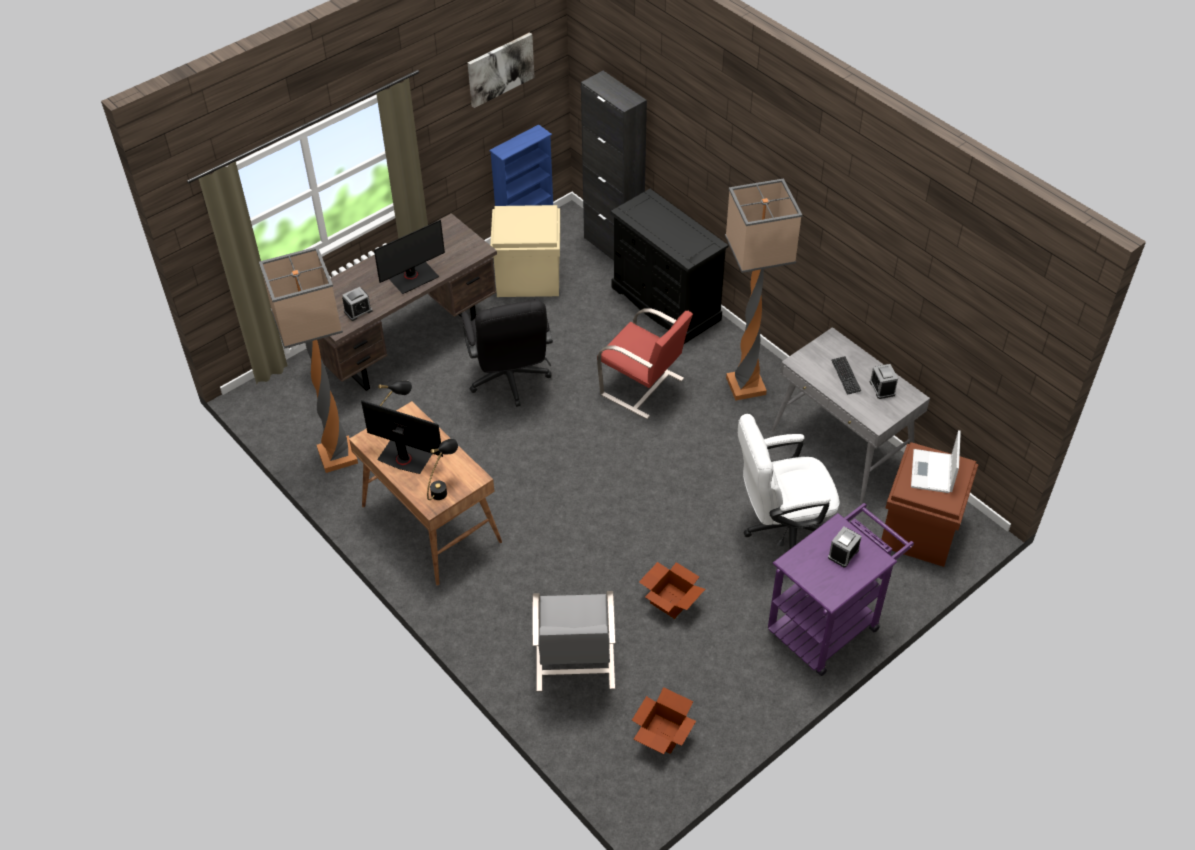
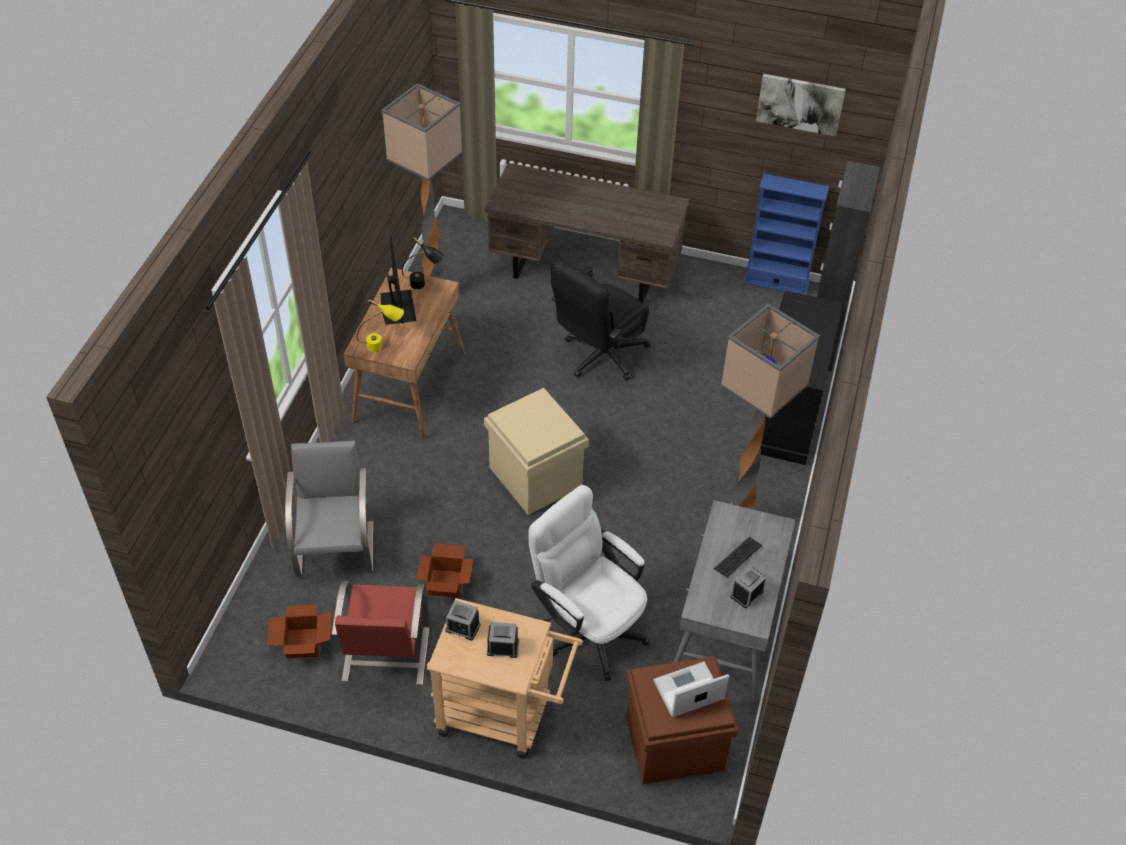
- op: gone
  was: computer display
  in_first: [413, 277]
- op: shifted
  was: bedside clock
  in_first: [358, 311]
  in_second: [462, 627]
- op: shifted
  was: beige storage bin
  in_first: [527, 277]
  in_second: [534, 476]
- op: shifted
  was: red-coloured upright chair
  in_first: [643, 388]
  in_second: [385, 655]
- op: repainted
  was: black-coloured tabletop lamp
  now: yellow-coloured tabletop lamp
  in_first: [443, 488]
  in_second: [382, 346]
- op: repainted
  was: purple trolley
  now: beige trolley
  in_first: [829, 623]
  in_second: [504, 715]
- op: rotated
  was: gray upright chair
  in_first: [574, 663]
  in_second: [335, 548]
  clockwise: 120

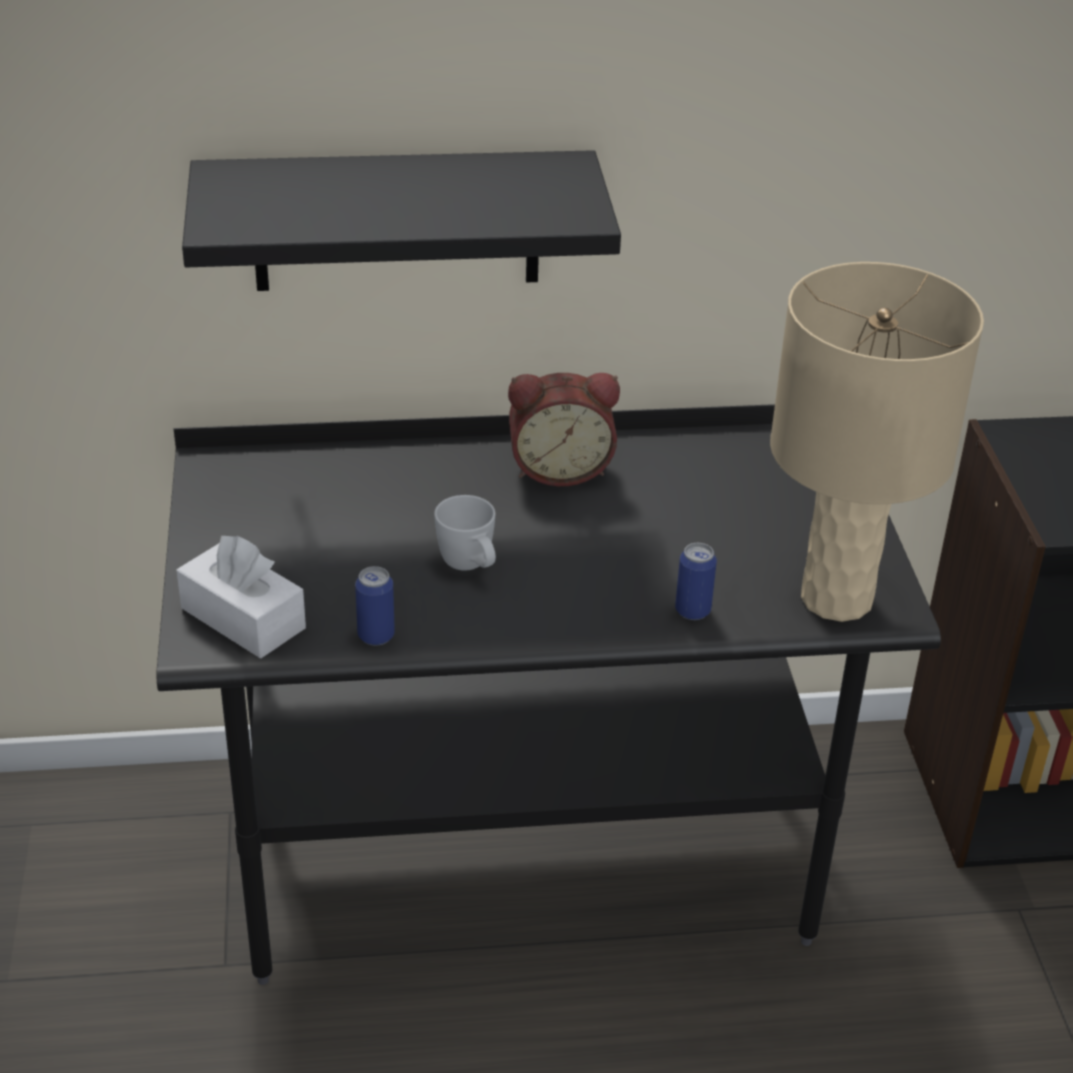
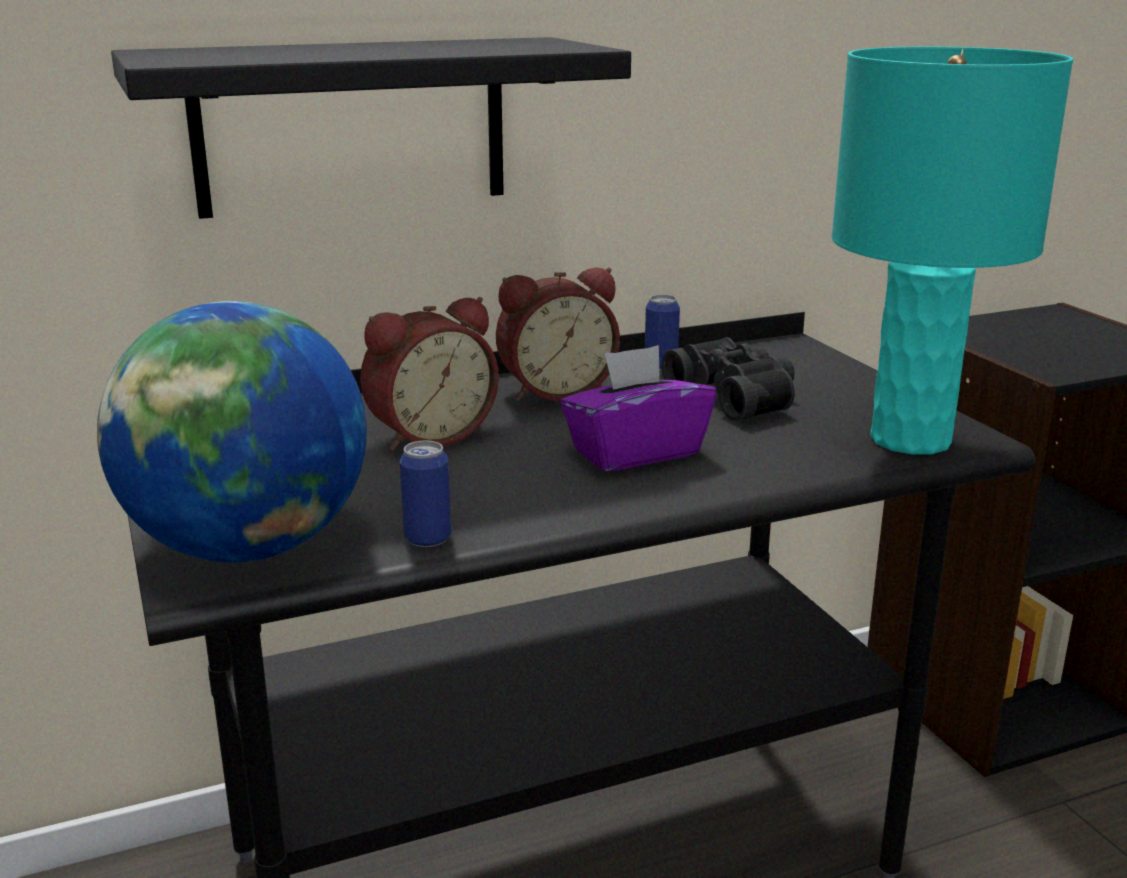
- op: gone
  was: white mug
  in_first: [470, 567]
- op: new
  now: bedside clock
  in_second: [429, 434]
- op: new
  now: purple box of tissues
  in_second: [635, 452]
- op: new
  now: black-coloured binoculars
  in_second: [736, 396]
- op: shifted
  was: sealed can
  in_first: [692, 610]
  in_second: [660, 365]
- op: swapped
  was: white box of tissues
  now: globe
  in_first: [243, 618]
  in_second: [248, 548]
- op: repainted
  was: beige tabletop lamp
  now: blue-green tabletop lamp
  in_first: [836, 599]
  in_second: [910, 440]

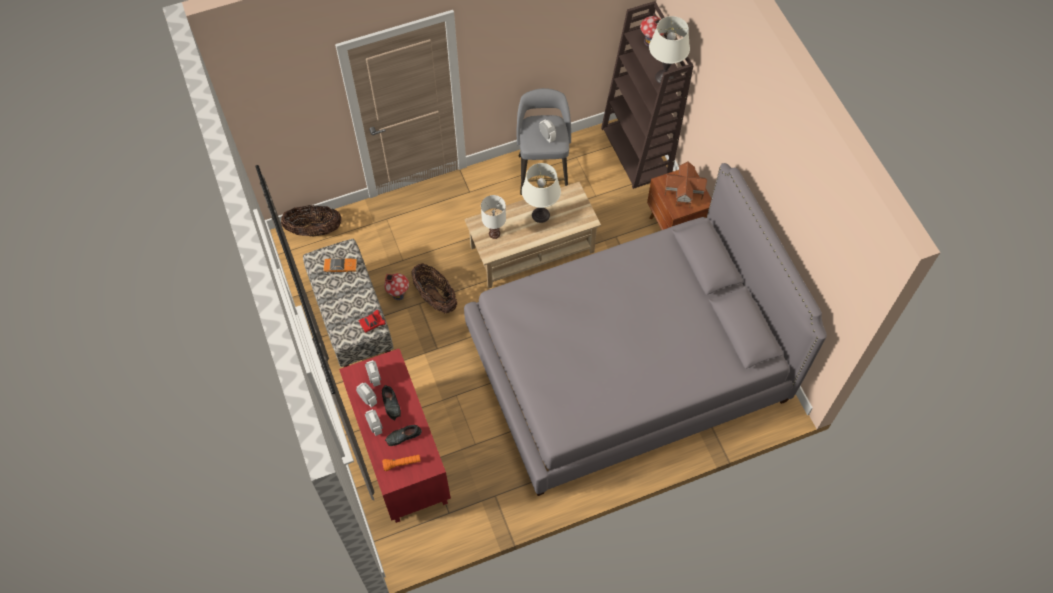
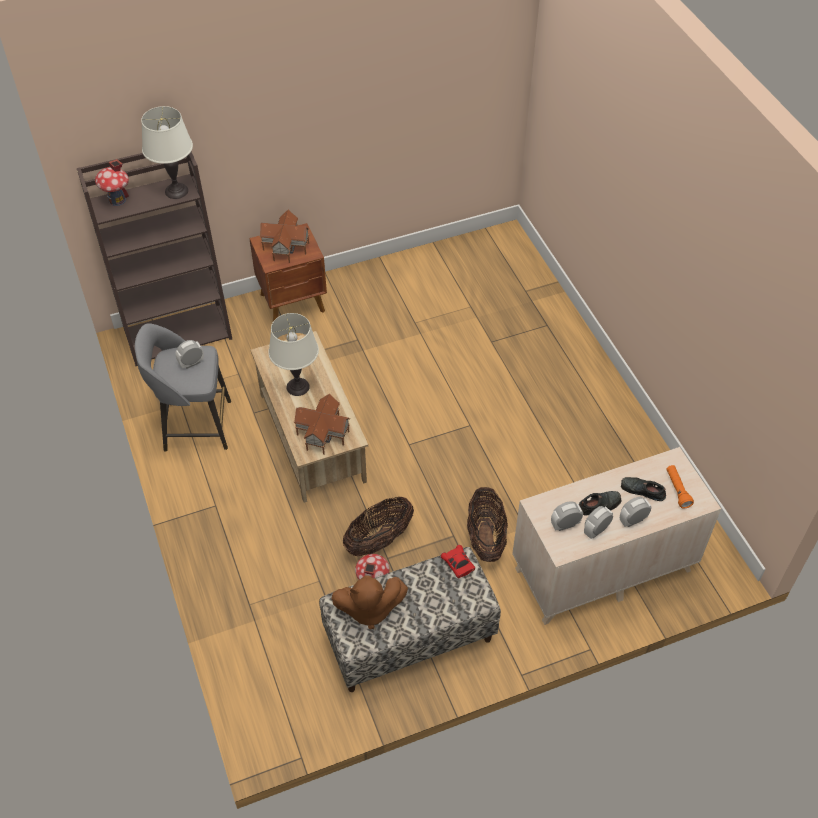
- op: gone
  was: gray bed
  in_first: [627, 365]
- op: shifted
  was: household basket
  in_first: [314, 230]
  in_second: [485, 538]
- op: swapped
  was: miniature car
  now: brownish cuddly toy
  in_first: [341, 267]
  in_second: [369, 609]
- op: swapped
  was: white tabletop lamp
  now: toy house
  in_first: [494, 234]
  in_second: [323, 434]
- op: repainted
  was: red-coloured drawer chest
  now: beige drawer chest
  in_first: [400, 454]
  in_second: [602, 570]
- op: rotated
  was: black-coloured item of footwear
  in_first: [403, 436]
  in_second: [642, 490]
  clockwise: 135

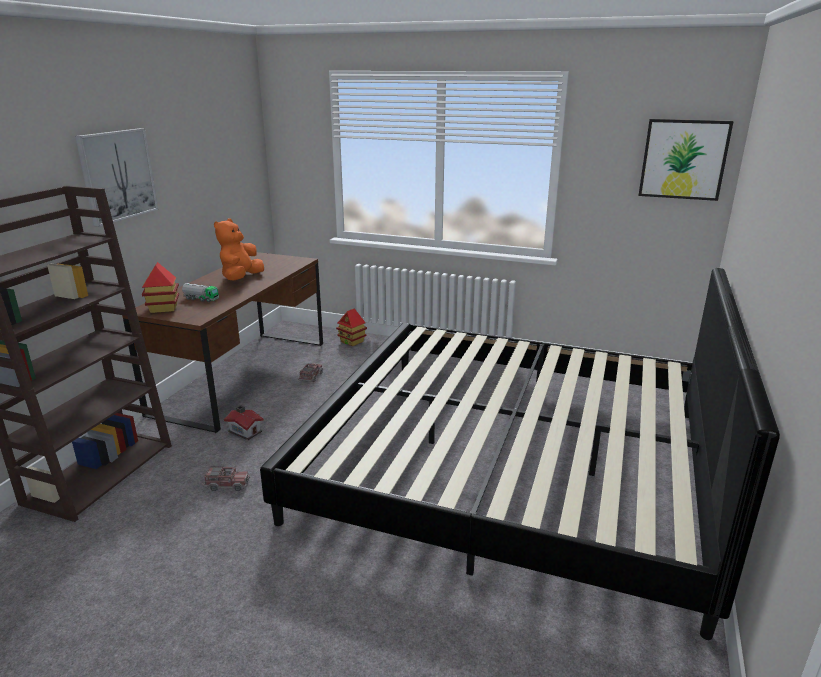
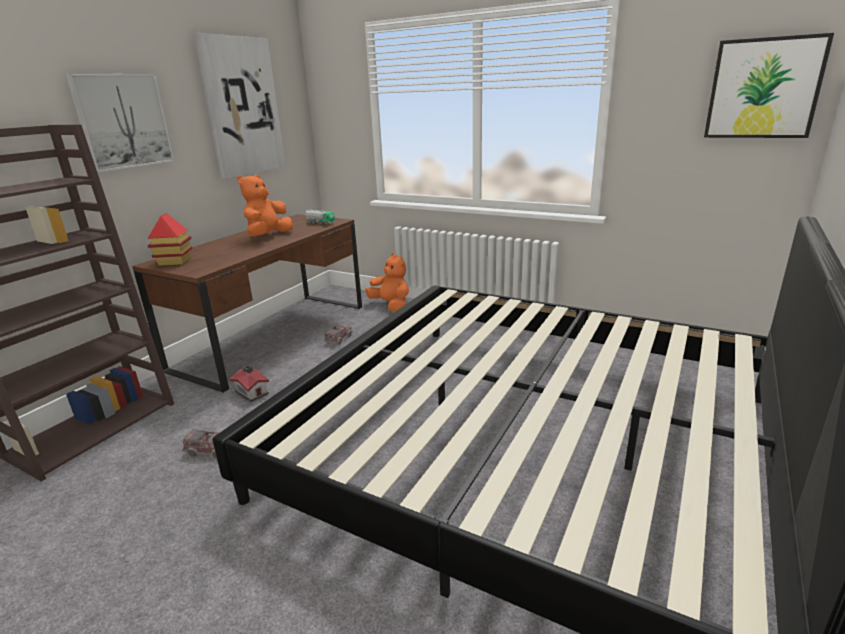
- op: new
  now: wall art
  in_second: [242, 107]
- op: shifted
  was: toy lorry
  in_first: [201, 299]
  in_second: [320, 223]
- op: swapped
  was: toy house
  now: orange-coloured cuddly toy
  in_first: [352, 341]
  in_second: [391, 306]

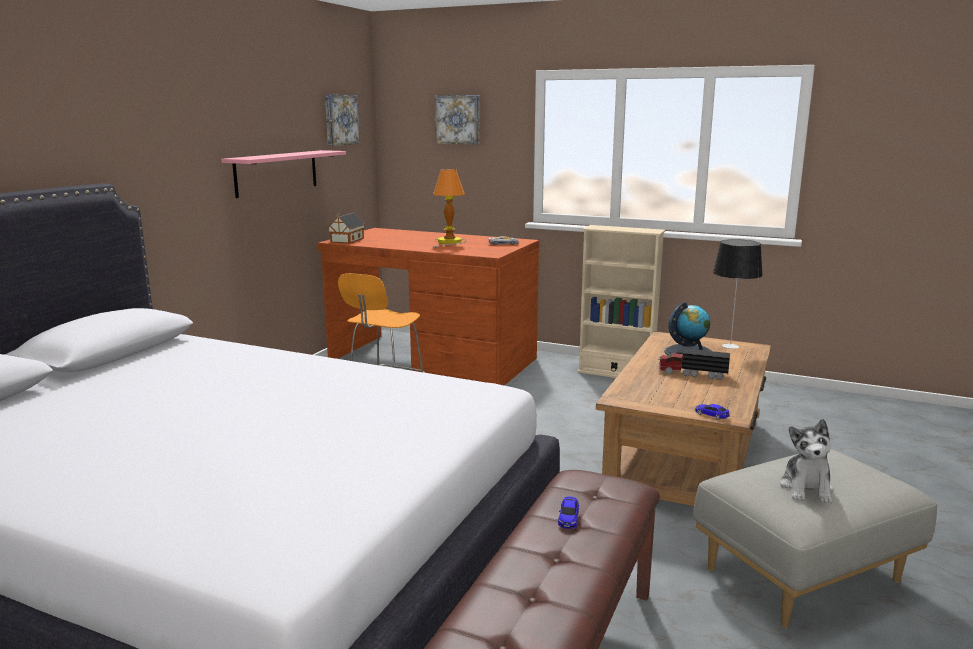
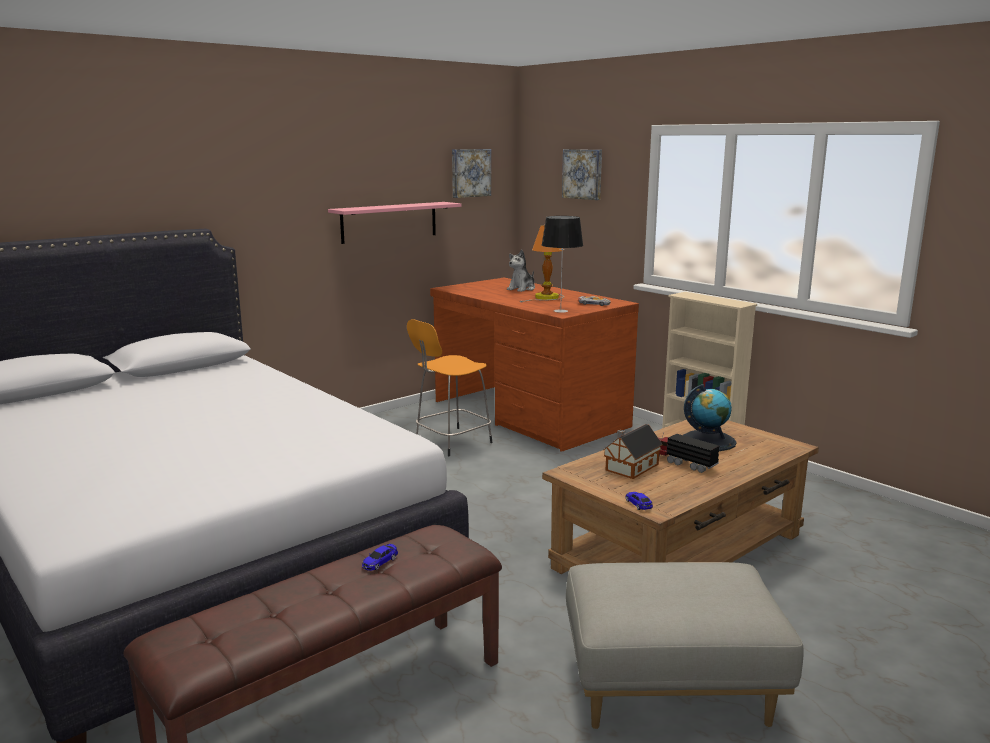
- op: shifted
  was: toy house
  in_first: [346, 240]
  in_second: [630, 468]
- op: shifted
  was: tabletop lamp
  in_first: [731, 346]
  in_second: [560, 311]
- op: shifted
  was: cuddly toy
  in_first: [806, 488]
  in_second: [522, 289]

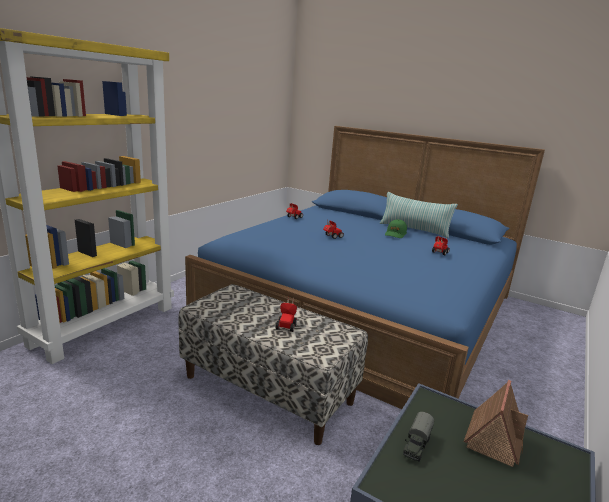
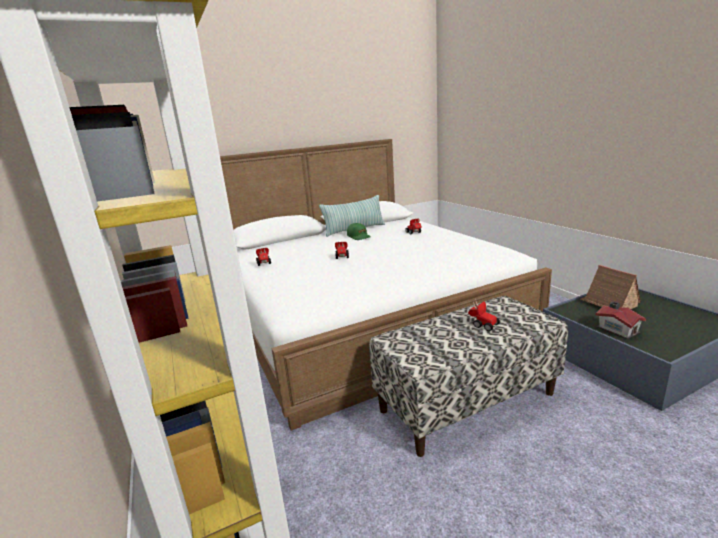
- op: swapped
  was: toy lorry
  now: toy house
  in_first: [416, 445]
  in_second: [617, 330]
- op: repainted
  was: blue bed
  now: white bed
  in_first: [364, 306]
  in_second: [360, 313]

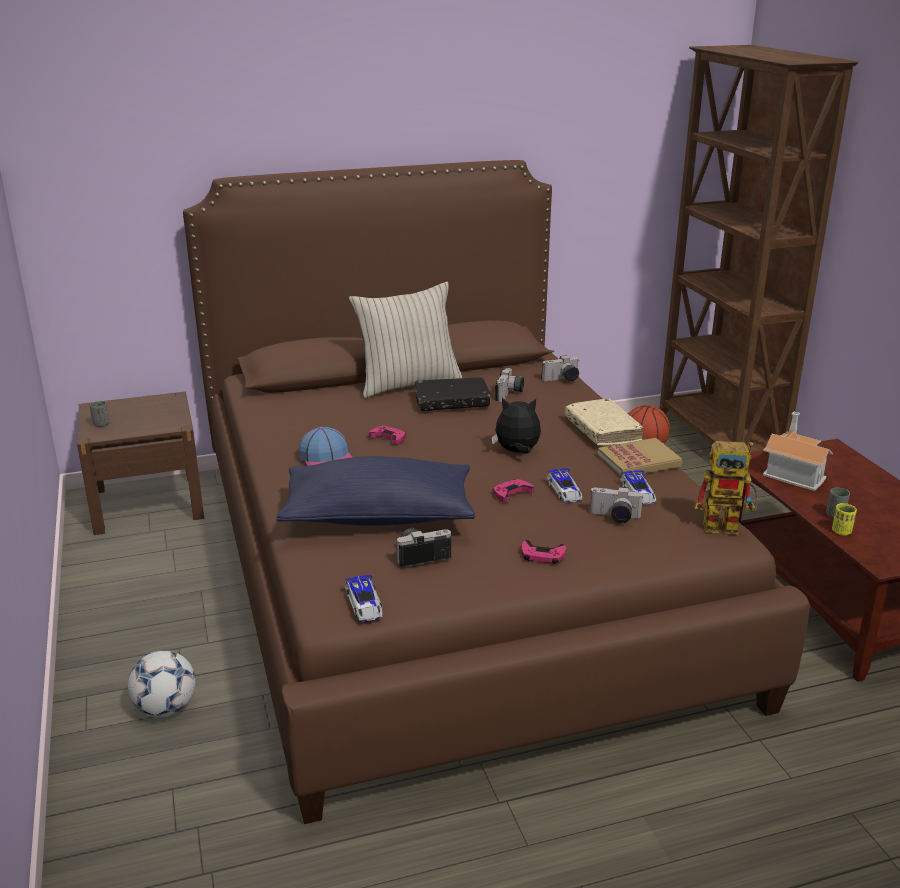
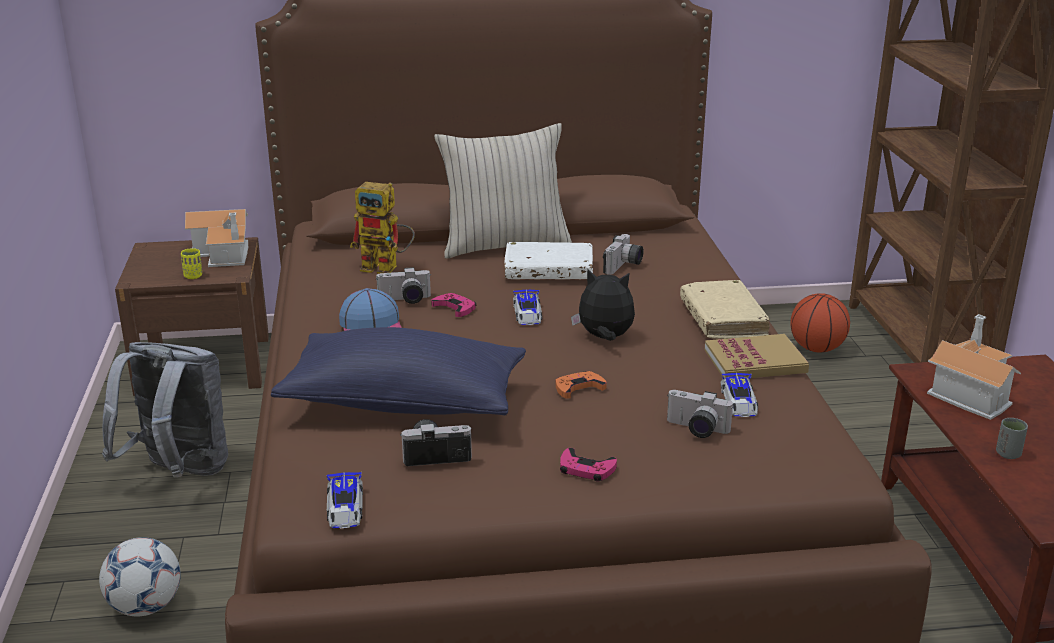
- op: gone
  was: gray cup
  in_first: [101, 424]
- op: new
  now: gray backpack
  in_second: [178, 473]
- op: new
  now: toy house
  in_second: [224, 253]
- op: shifted
  was: still camera
  in_first: [562, 379]
  in_second: [405, 300]
- op: shifted
  was: miniature car
  in_first: [565, 491]
  in_second: [527, 314]
- op: shifted
  was: toy robot
  in_first: [728, 526]
  in_second: [387, 268]
- op: shifted
  was: yellow-coloured cup
  in_first: [841, 531]
  in_second: [193, 276]
- op: repainted
  was: black-coloured book
  now: white book
  in_first: [452, 402]
  in_second: [548, 271]
- op: repainted
  was: pink gamepad
  now: orange-coloured gamepad
  in_first: [511, 493]
  in_second: [578, 388]

